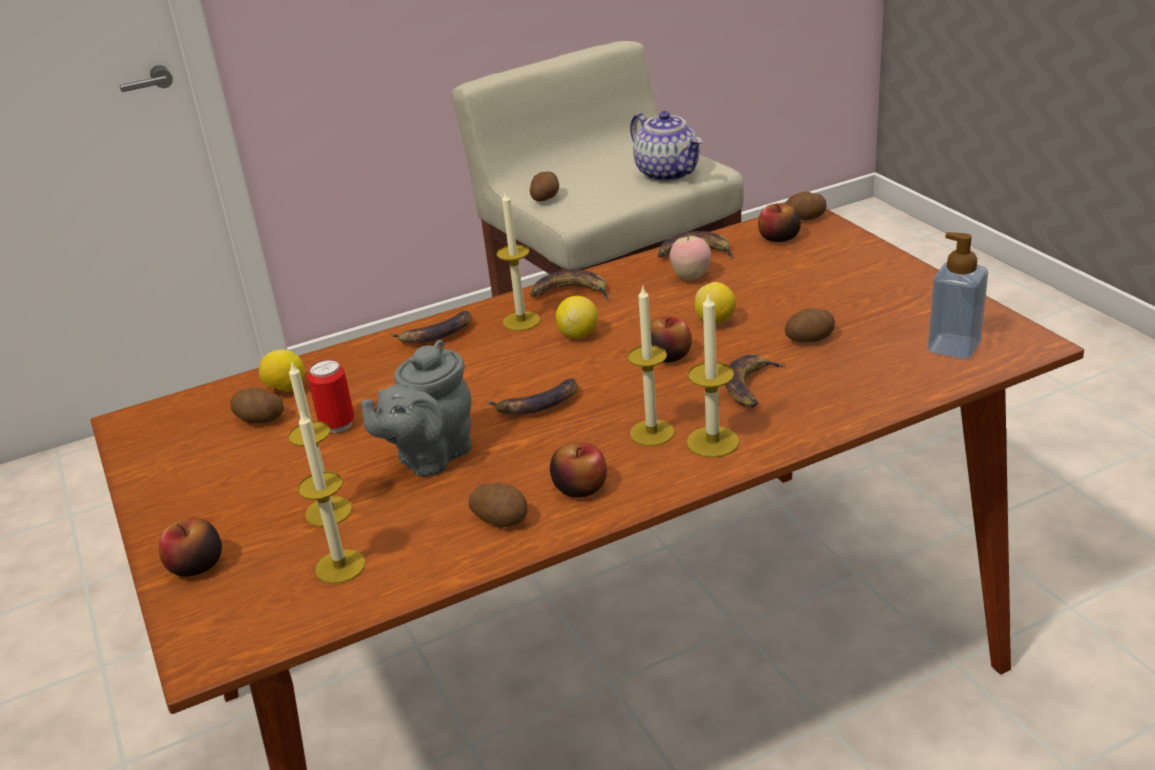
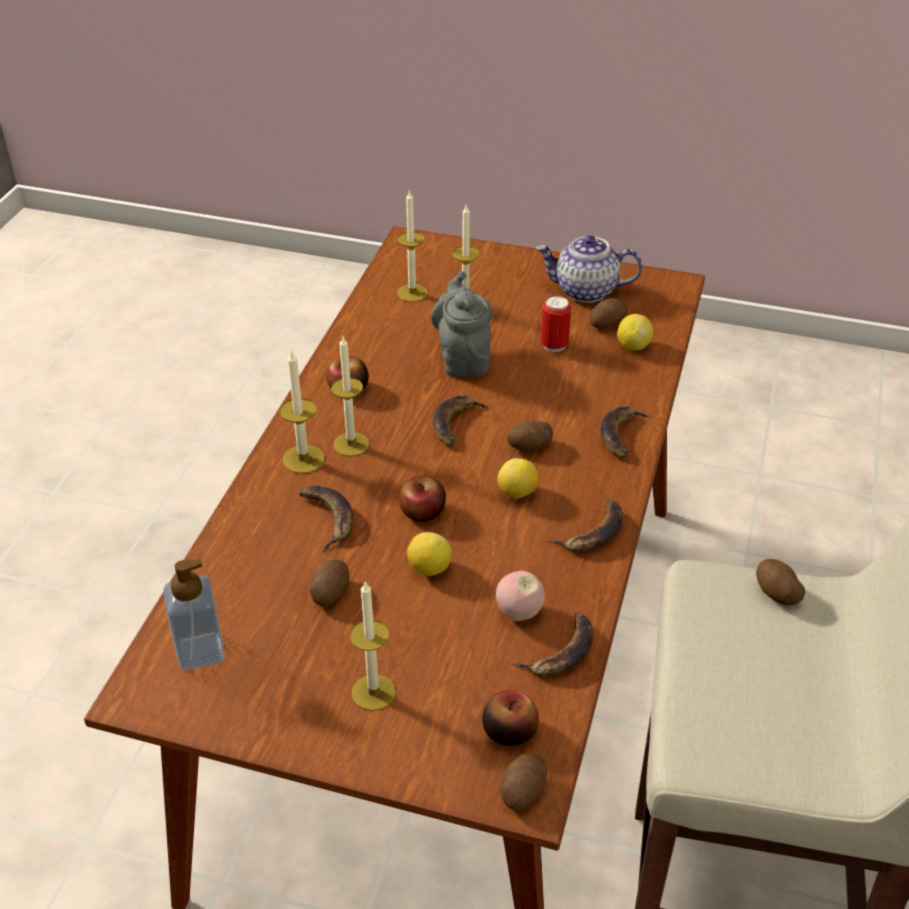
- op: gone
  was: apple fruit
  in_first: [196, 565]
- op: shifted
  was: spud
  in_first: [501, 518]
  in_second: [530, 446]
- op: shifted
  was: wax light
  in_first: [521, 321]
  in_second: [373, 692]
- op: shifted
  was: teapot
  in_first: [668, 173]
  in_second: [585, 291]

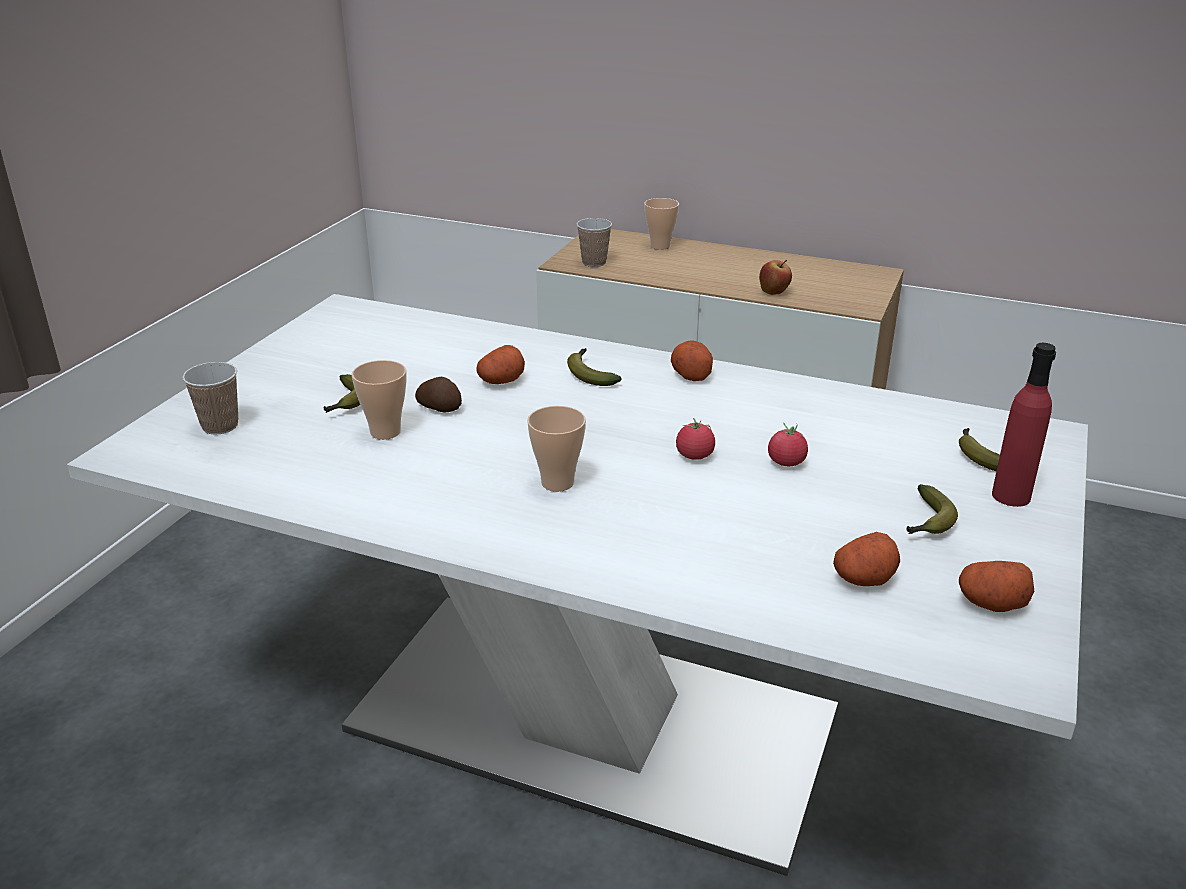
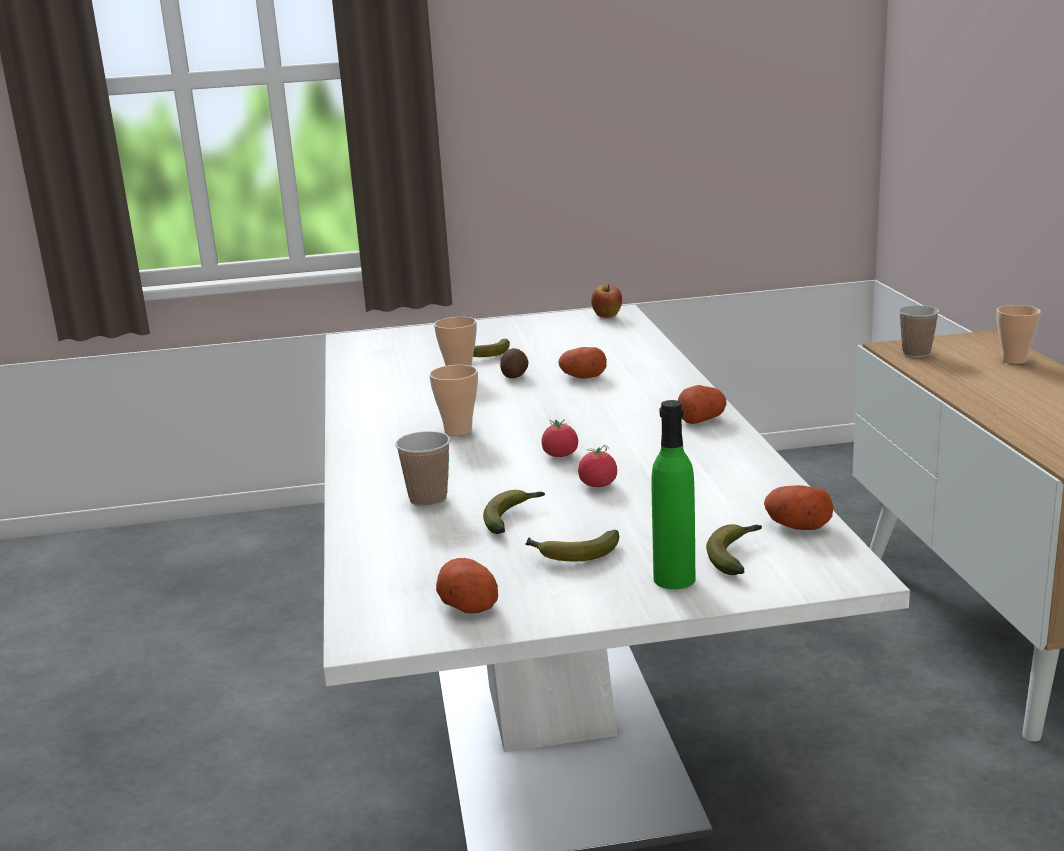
- op: shifted
  was: cup
  in_first: [220, 426]
  in_second: [428, 499]
- op: shifted
  was: banana fruit
  in_first: [590, 374]
  in_second: [513, 518]
- op: shifted
  was: apple fruit
  in_first: [774, 292]
  in_second: [607, 317]
- op: shifted
  was: spud
  in_first: [864, 579]
  in_second: [796, 525]
- op: repainted
  was: red-coloured beverage bottle
  now: green beverage bottle
  in_first: [1011, 496]
  in_second: [674, 579]

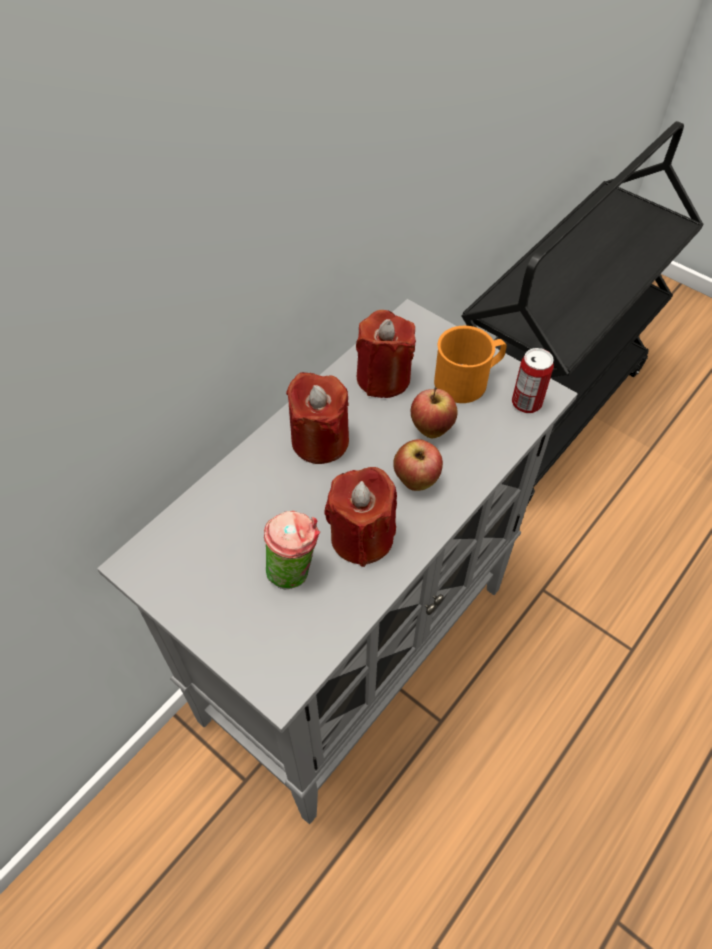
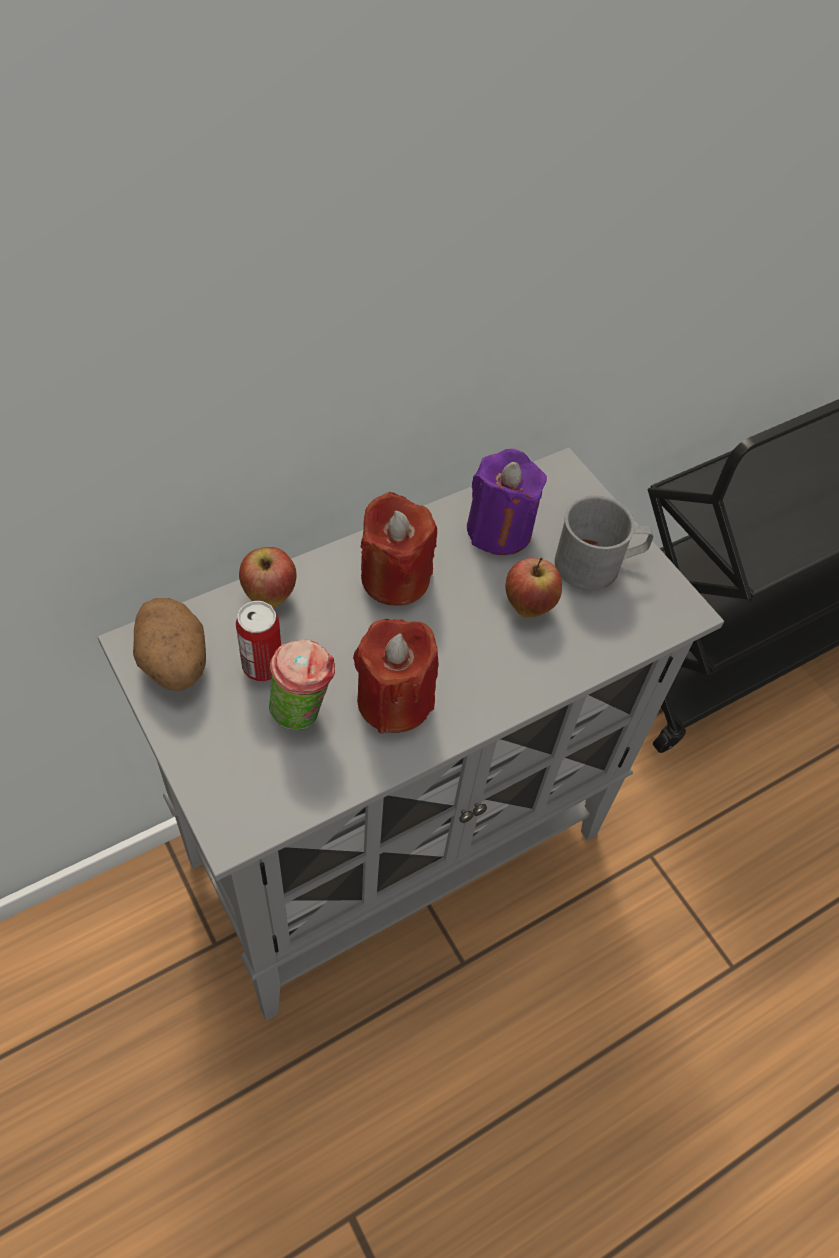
- op: new
  now: spud
  in_second: [174, 664]
- op: shifted
  was: apple fruit
  in_first: [416, 481]
  in_second: [270, 597]
- op: shifted
  was: sealed can
  in_first: [526, 403]
  in_second: [262, 666]
- op: repainted
  was: red-coloured wax light
  now: purple wax light
  in_first: [383, 378]
  in_second: [499, 530]
- op: repainted
  was: orange-coloured mug
  now: gray mug
  in_first: [468, 380]
  in_second: [597, 564]

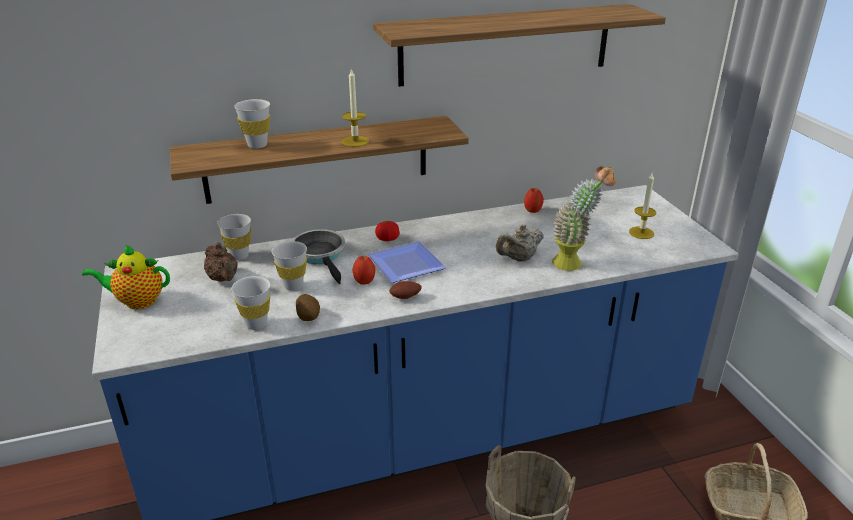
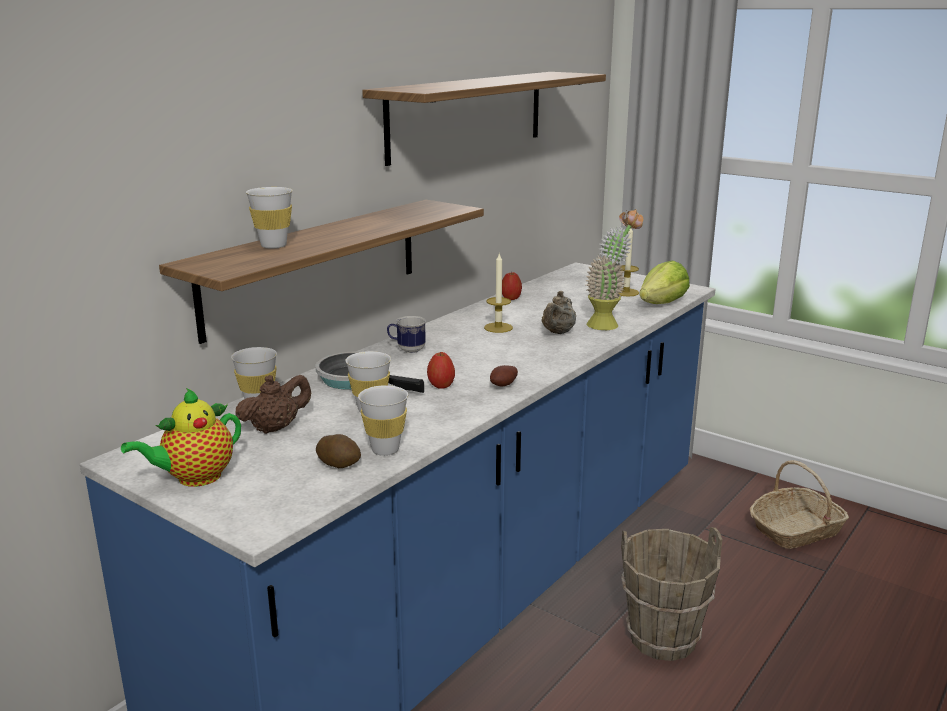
- op: gone
  was: flat dish
  in_first: [405, 266]
- op: new
  now: head of lettuce
  in_second: [662, 304]
- op: shifted
  was: spud
  in_first: [308, 316]
  in_second: [339, 464]
- op: shifted
  was: wax light
  in_first: [355, 141]
  in_second: [498, 327]
- op: swapped
  was: tomato
  now: mug
  in_first: [387, 239]
  in_second: [407, 350]
- op: rotated
  was: brownish teapot
  in_first: [223, 279]
  in_second: [275, 428]
  clockwise: -60

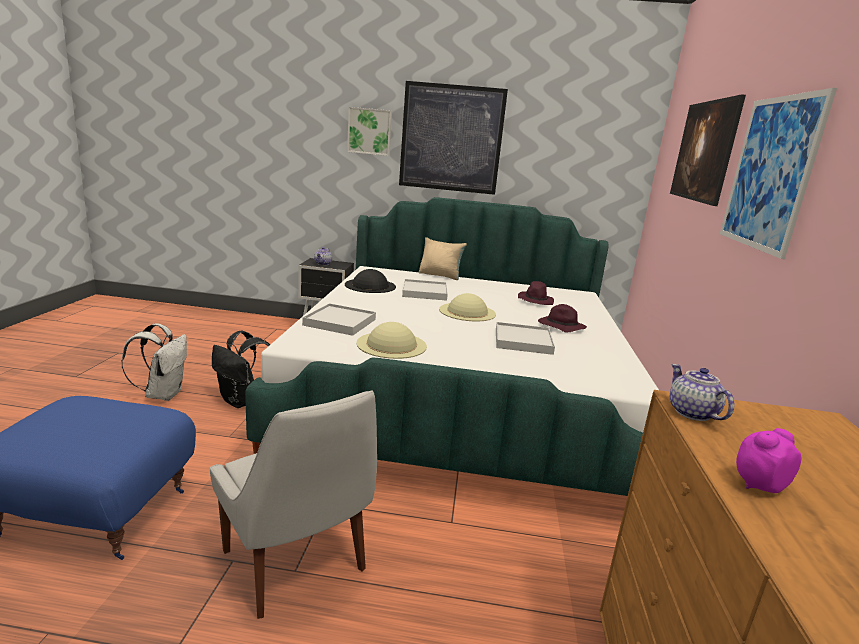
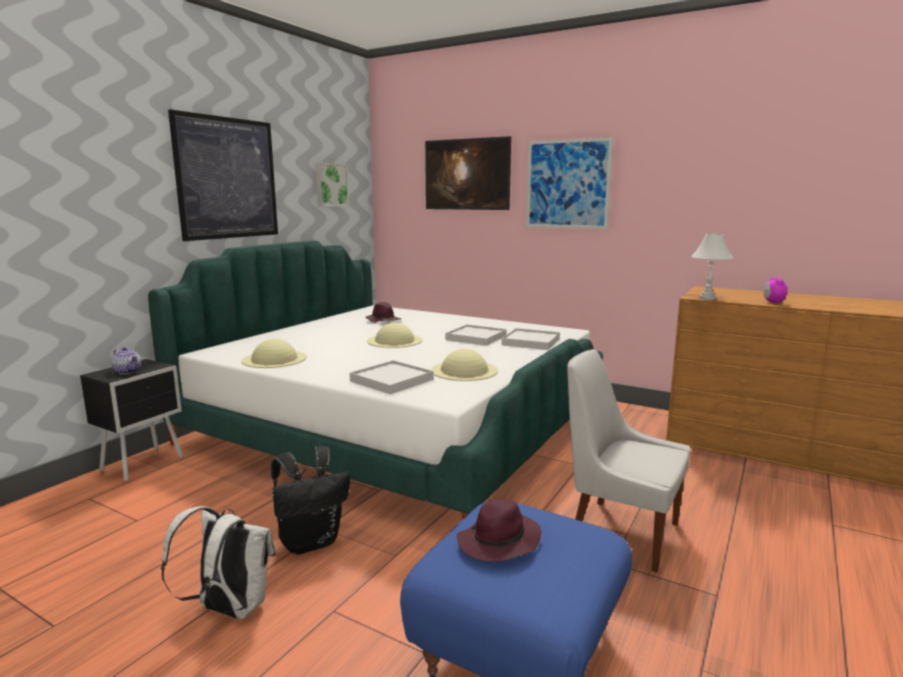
- op: gone
  was: beige throw pillow
  in_first: [440, 275]
- op: shifted
  was: wall art
  in_first: [369, 131]
  in_second: [331, 185]
- op: shifted
  was: white carrying tray
  in_first: [424, 292]
  in_second: [531, 342]
- op: shifted
  was: purple clothing hat
  in_first: [560, 327]
  in_second: [499, 543]
- op: swapped
  was: teapot
  now: white tabletop lamp
  in_first: [691, 412]
  in_second: [707, 298]
- op: repainted
  was: black-coloured clothing hat
  now: beige clothing hat
  in_first: [370, 285]
  in_second: [274, 359]
- op: rotated
  was: white upright chair
  in_first: [296, 564]
  in_second: [619, 532]
  clockwise: -135

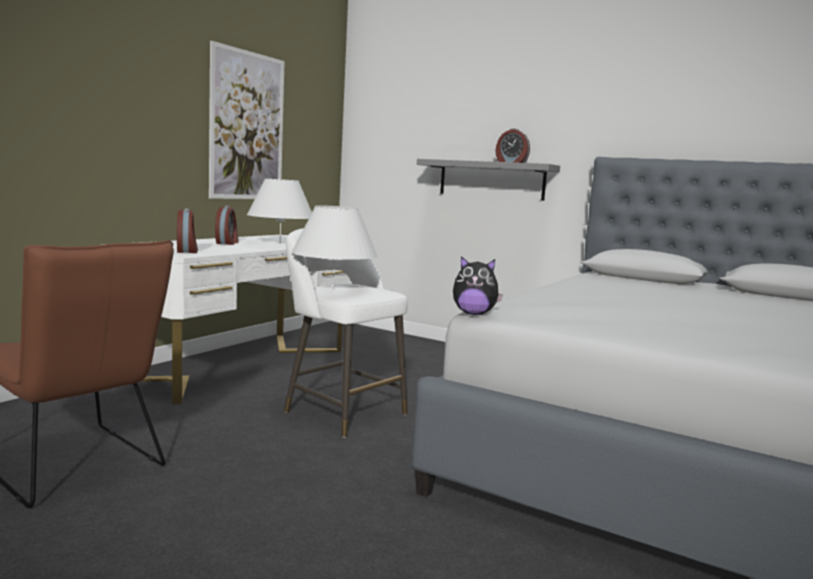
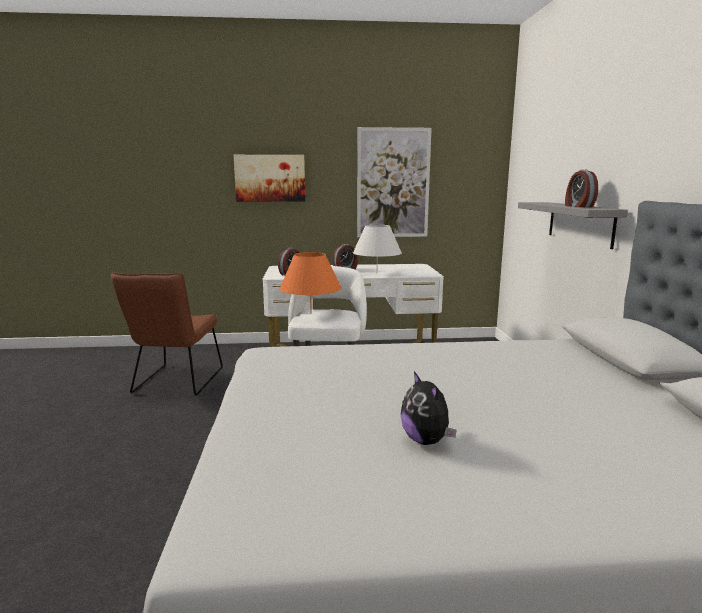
- op: new
  now: wall art
  in_second: [270, 178]
- op: shifted
  was: cuddly toy
  in_first: [474, 314]
  in_second: [426, 440]
- op: repainted
  was: white tabletop lamp
  now: orange-coloured tabletop lamp
  in_first: [333, 289]
  in_second: [311, 313]

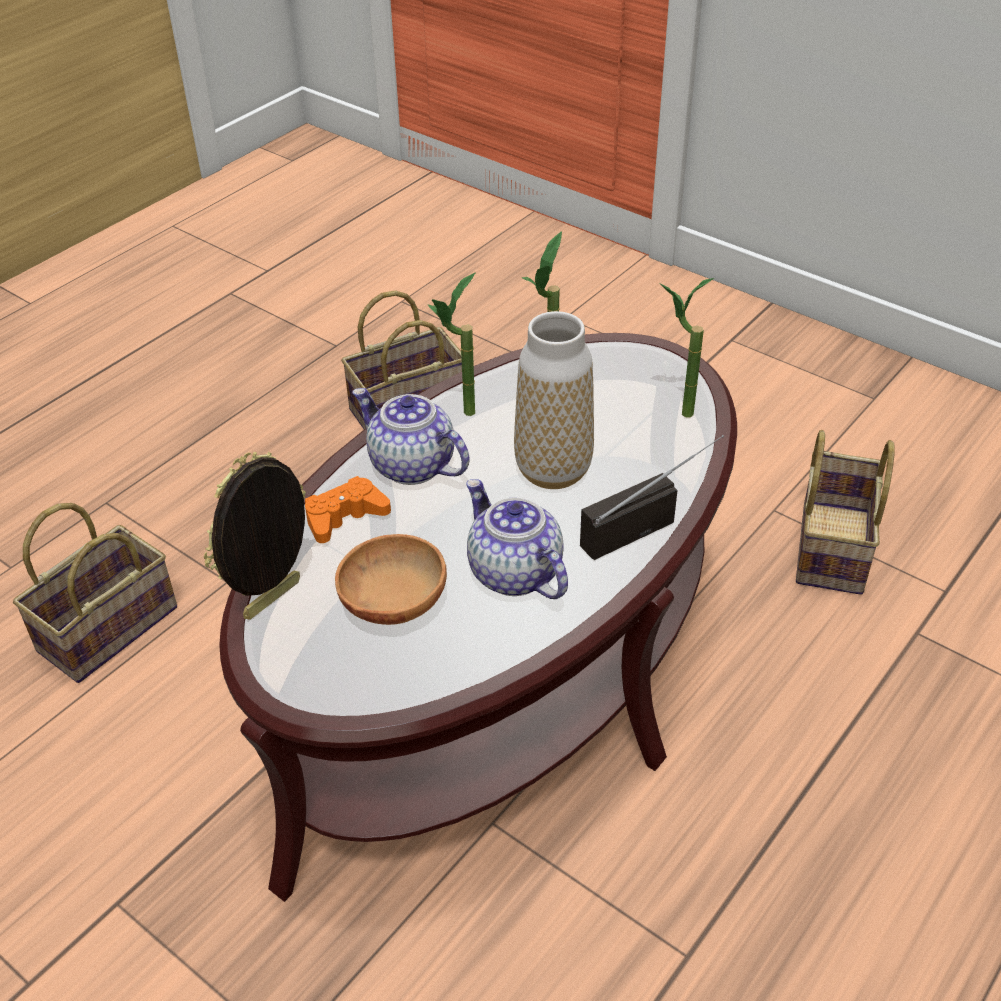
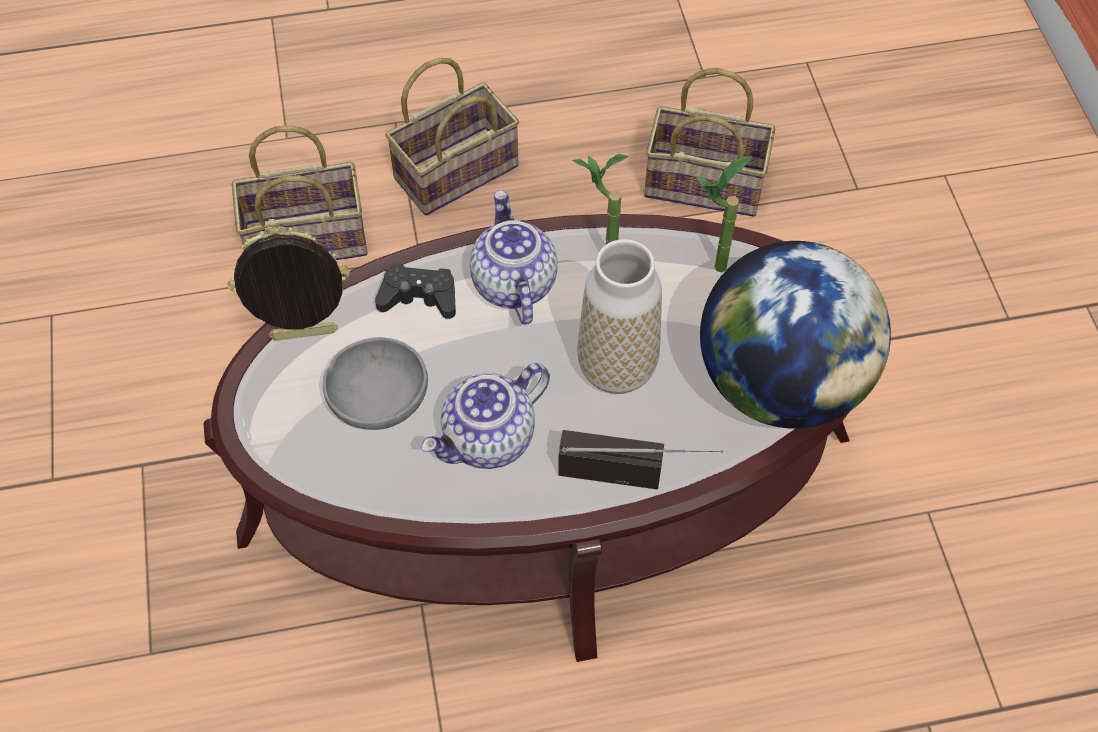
- op: shifted
  was: household basket
  in_first: [829, 545]
  in_second: [457, 169]
- op: swapped
  was: houseplant
  now: globe
  in_first: [675, 412]
  in_second: [780, 383]
- op: repainted
  was: orange-coloured gamepad
  now: black-coloured gamepad
  in_first: [345, 517]
  in_second: [419, 297]
- op: repainted
  was: brownish bowl
  now: gray bowl
  in_first: [392, 603]
  in_second: [379, 400]
- op: rotated
  was: teapot
  in_first: [513, 573]
  in_second: [489, 440]
  clockwise: -135

